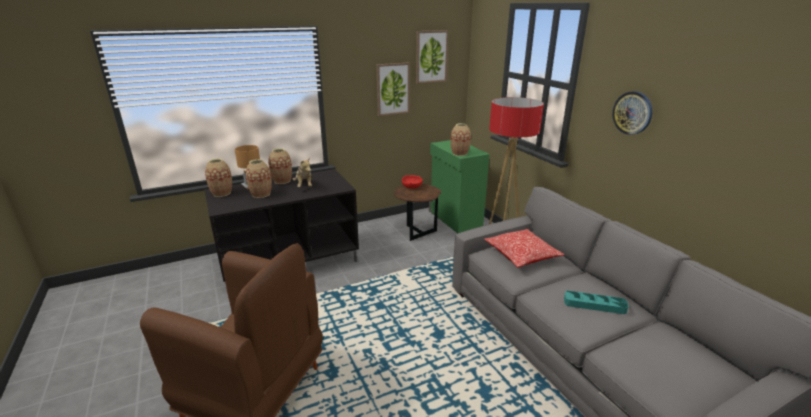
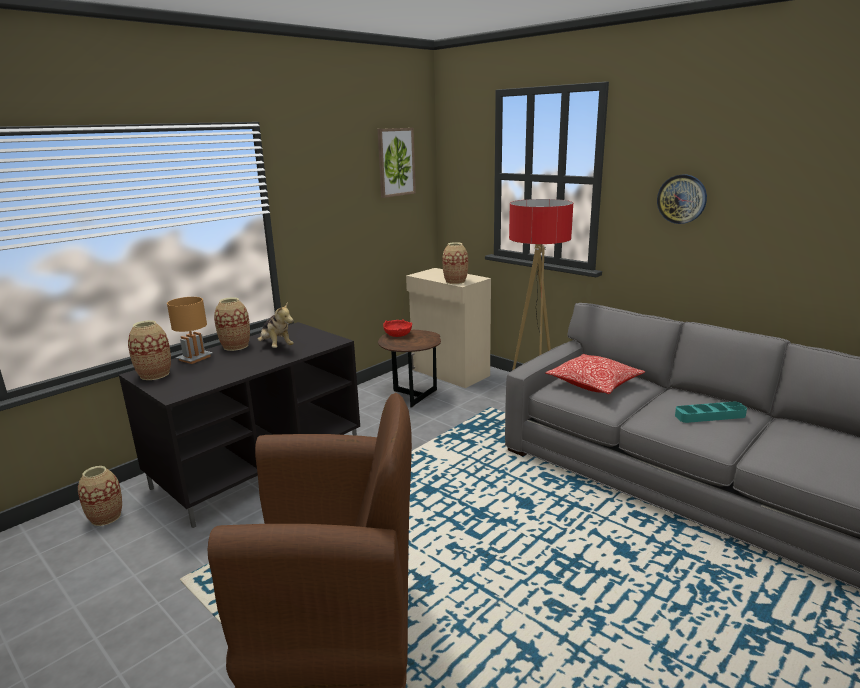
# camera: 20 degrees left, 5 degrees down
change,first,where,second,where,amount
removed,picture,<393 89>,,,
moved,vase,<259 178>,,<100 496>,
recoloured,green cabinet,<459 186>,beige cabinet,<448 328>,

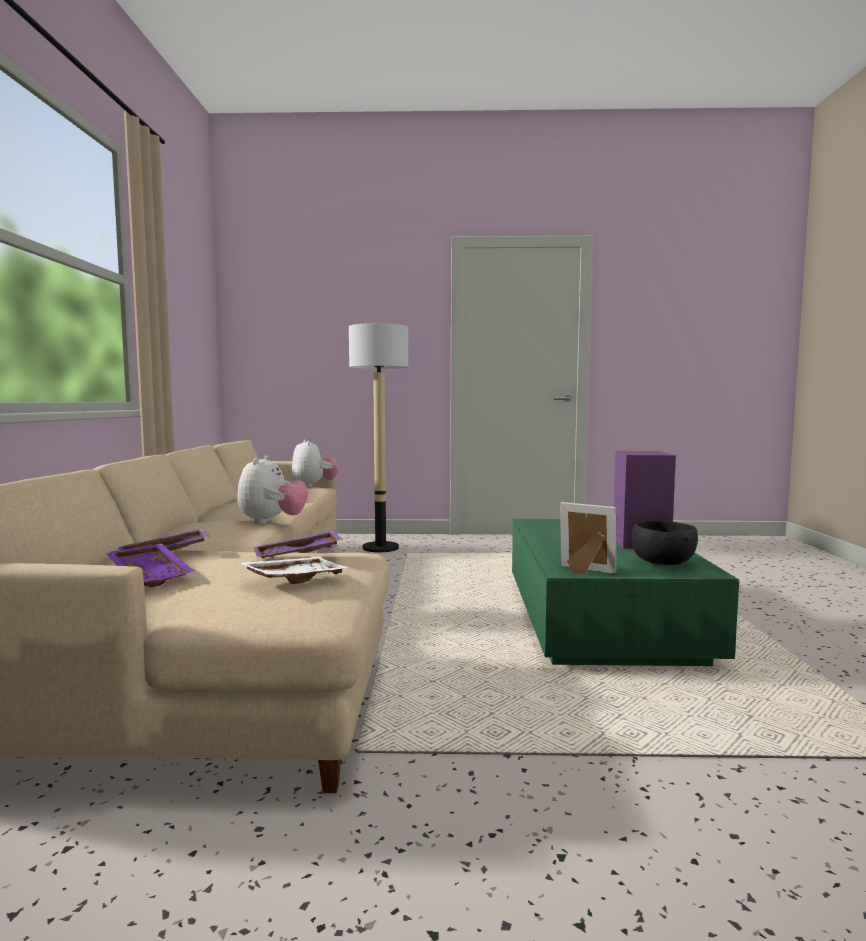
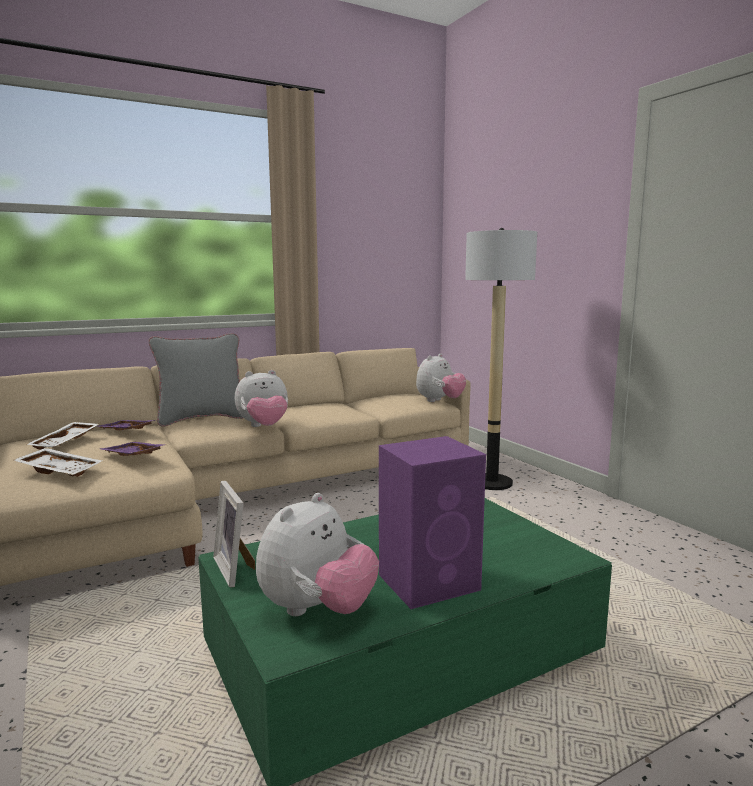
# camera: 60 degrees right, 5 degrees up
change,first,where,second,where,amount
added,,,grey pillow,<196 380>,
replaced,black bowl,<664 543>,plush toy,<317 554>,
recoloured,purple tray,<150 565>,white tray,<62 436>,
turned,picture frame,<588 538>,,<234 534>,150 degrees clockwise

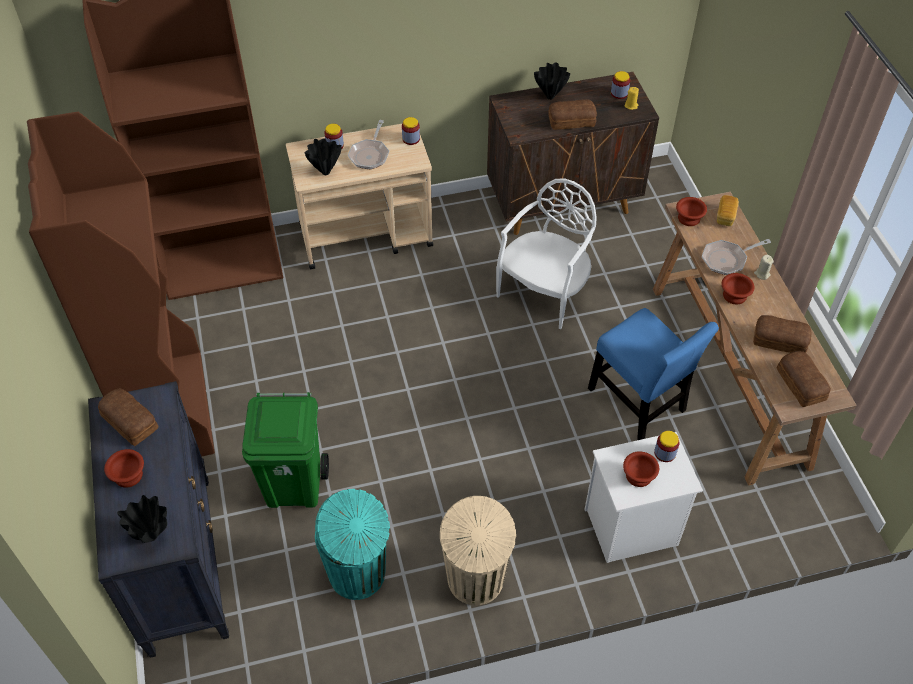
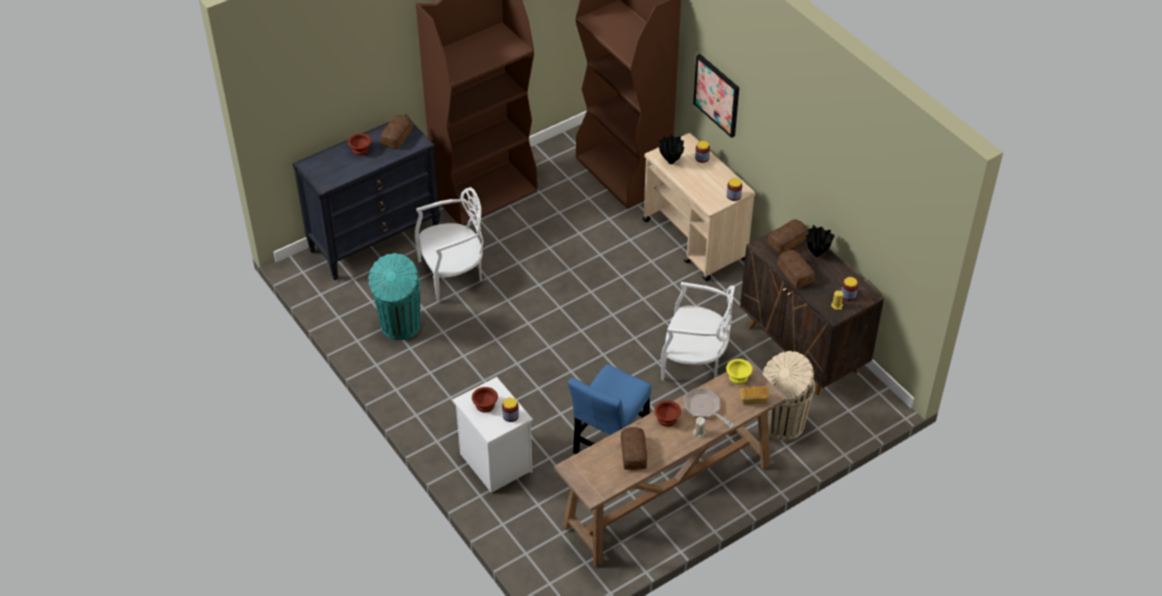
# camera: 70 degrees right, 5 degrees down
change,first,where,second,where,amount
removed,black vase,<142 519>,,,
removed,frying pan,<368 145>,,,
added,,,picture,<716 96>,
moved,beige trash can,<478 550>,,<788 396>,
moved,bread,<804 379>,,<787 236>,
replaced,green trash can,<285 450>,white chair,<449 245>,
recoloured,brown bowl,<691 211>,yellow bowl,<739 371>,

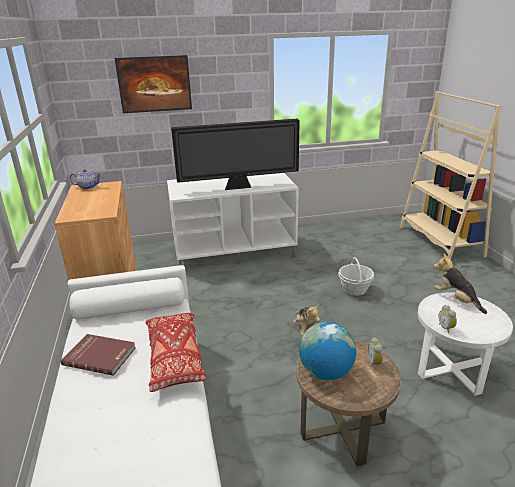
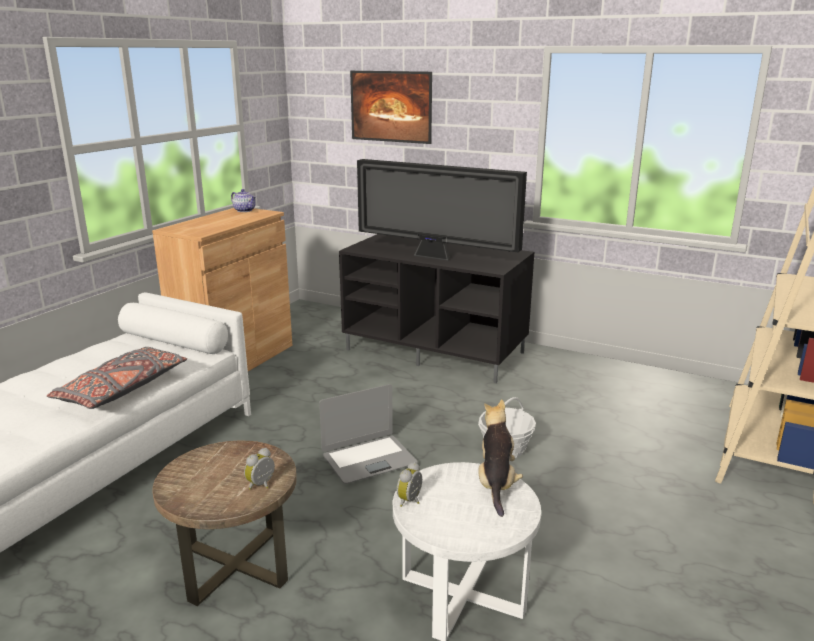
# camera: 40 degrees right, 5 degrees down
change,first,where,second,where,amount
removed,red book,<98 355>,,,
removed,globe,<327 351>,,,
replaced,plush toy,<306 320>,laptop,<368 434>,
recoloured,red pillow,<176 352>,grey pillow,<117 378>,
recoloured,white tv stand,<233 219>,black tv stand,<436 308>,

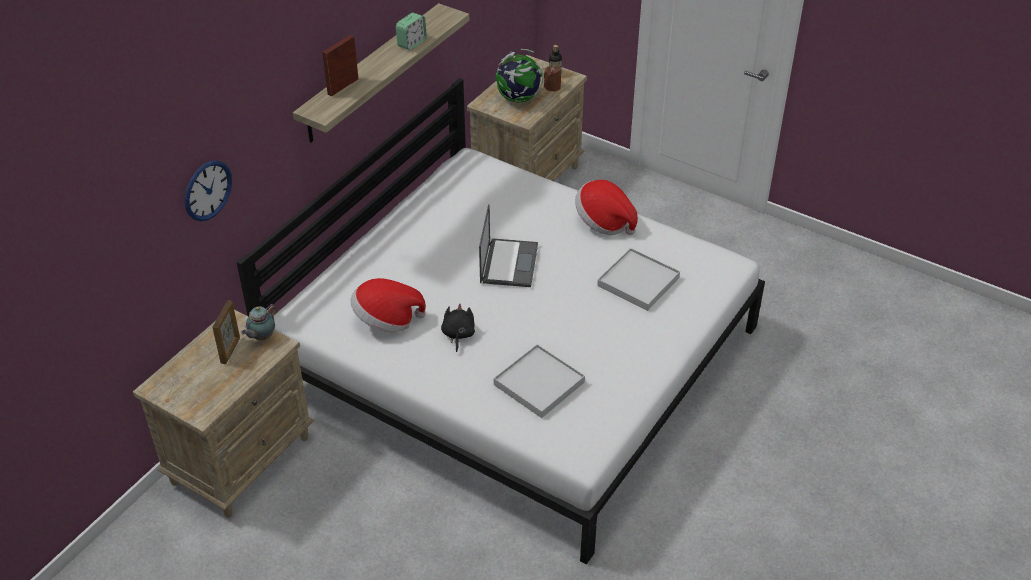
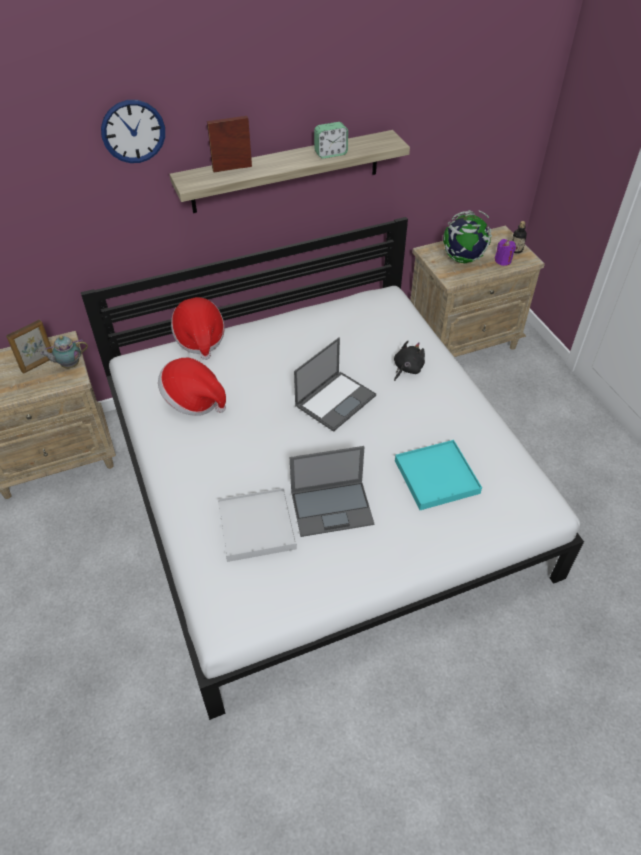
# camera: 35 degrees right, 5 degrees up
change,first,where,second,where,amount
added,,,laptop,<332 491>,
moved,wall clock,<208 191>,,<133 131>,
moved,black plush toy,<458 328>,,<409 361>,
moved,hat,<606 207>,,<198 328>,
recoloured,brown candle,<553 79>,purple candle,<505 252>,
recoloured,white tray,<638 279>,turquoise tray,<438 475>,

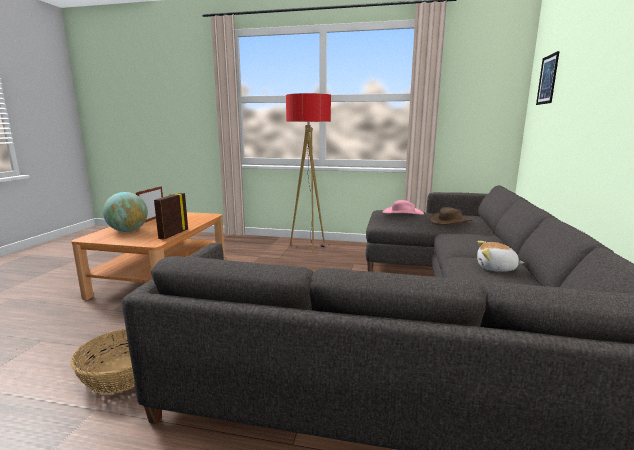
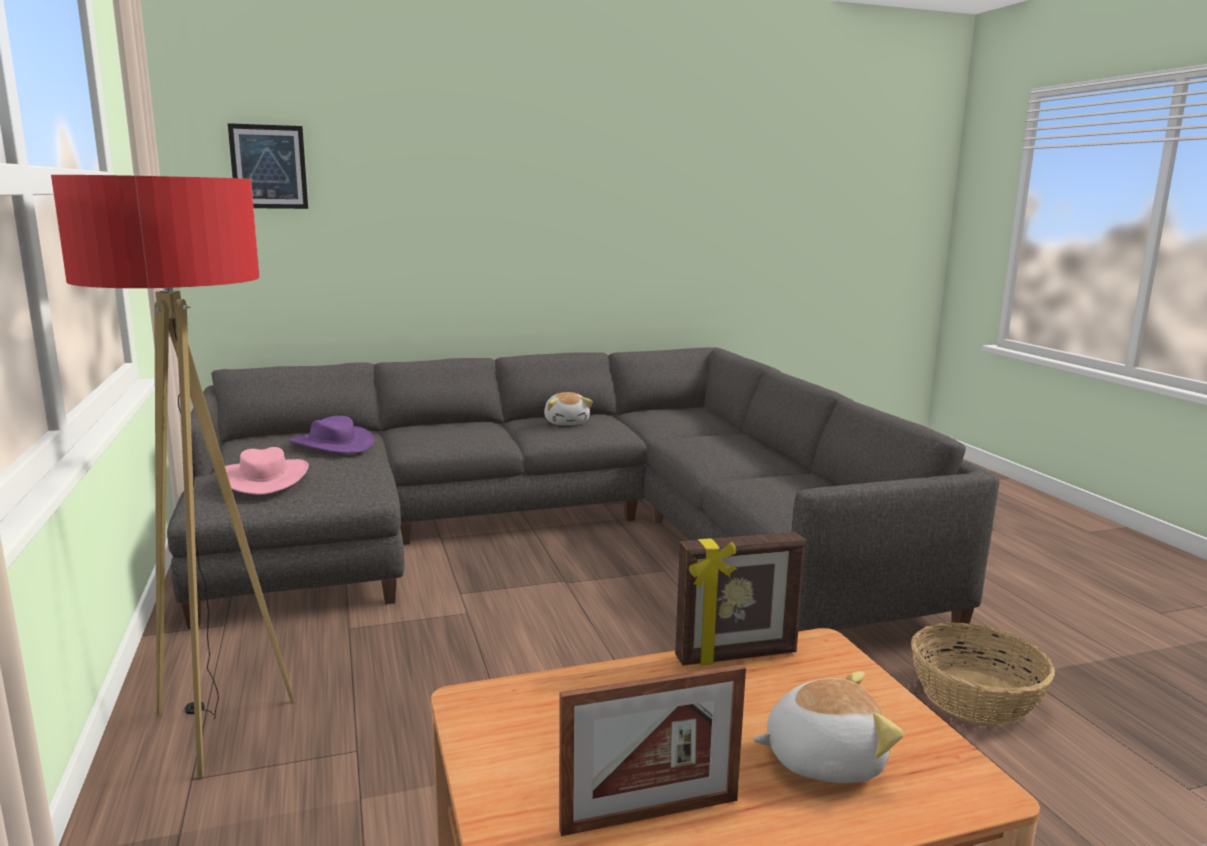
# camera: 120 degrees left, 0 degrees up
change,first,where,second,where,amount
replaced,globe,<125 212>,plush toy,<828 727>,
recoloured,brown hat,<450 216>,purple hat,<331 434>,

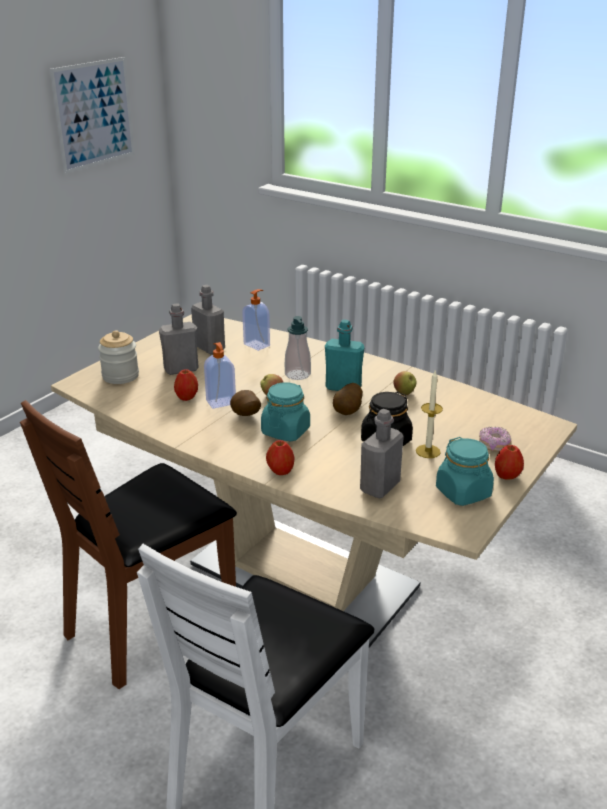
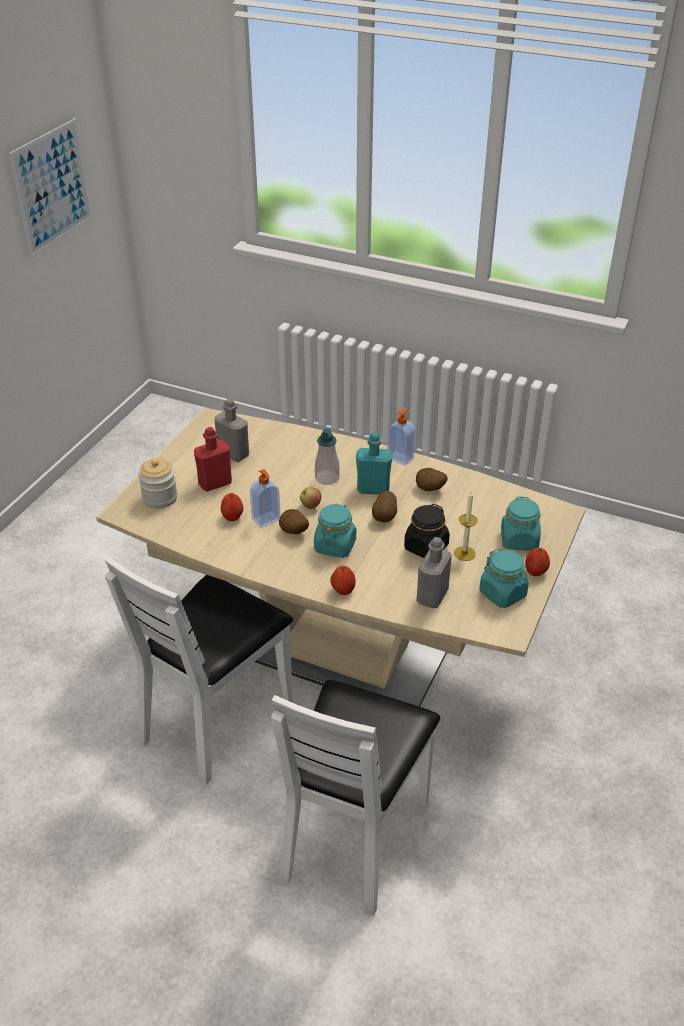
# camera: 10 degrees left, 10 degrees up
change,first,where,second,where,amount
moved,soap dispenser,<256 320>,,<401 437>,
replaced,apple,<405 383>,potato,<432 479>,
replaced,donut,<495 439>,turquoise jar,<521 523>,
recoloured,brown chair,<128 544>,white chair,<199 671>,
recoloured,grey bottle,<179 339>,red bottle,<213 459>,

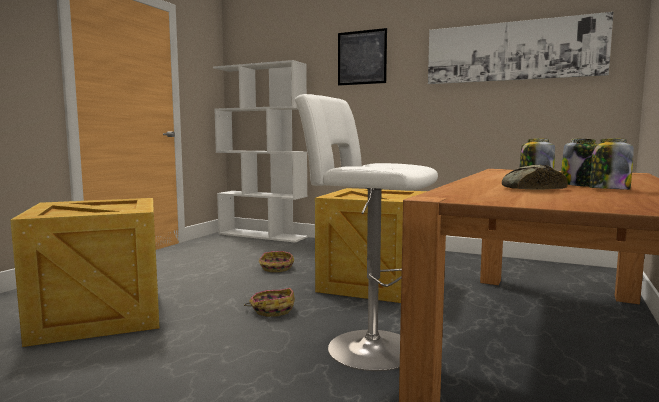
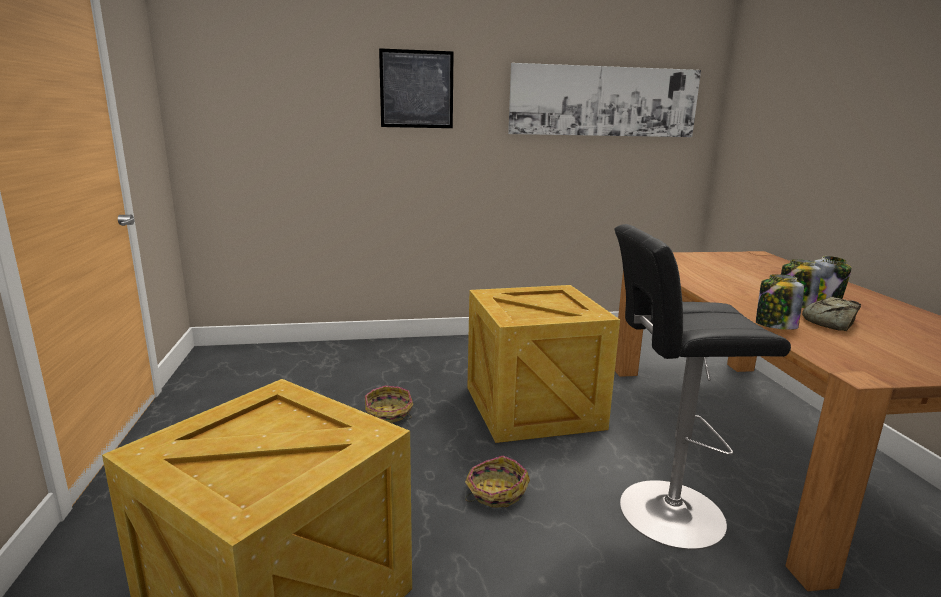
# camera: 35 degrees left, 10 degrees up
change,first,where,second,where,amount
removed,white bookcase,<260 151>,,,
moved,jar,<611 164>,,<780 302>,
recoloured,white stool,<366 232>,black stool,<702 387>,

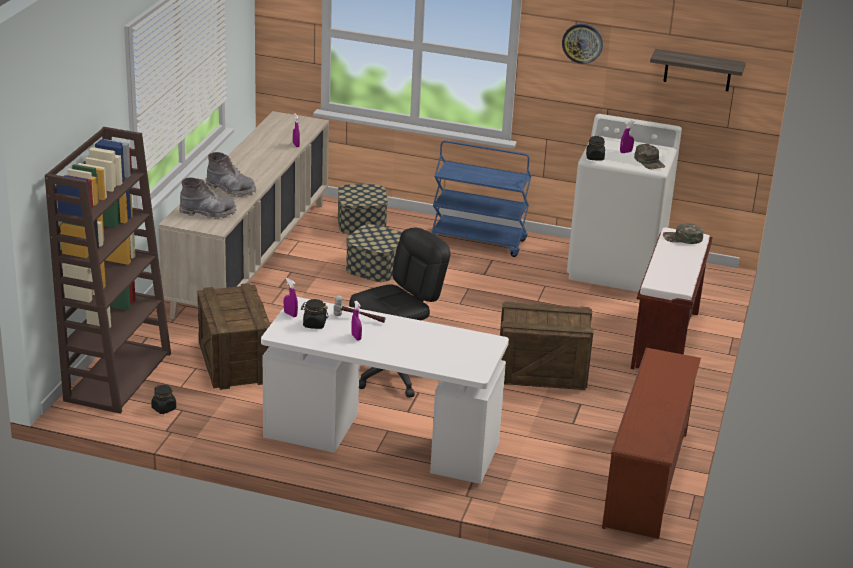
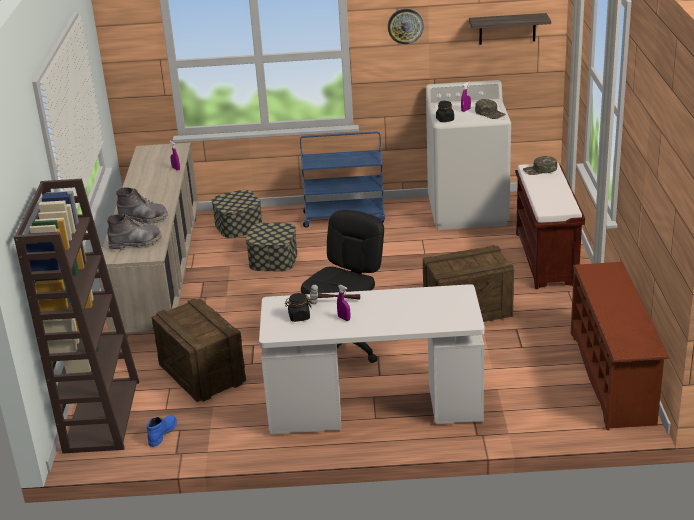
# camera: 15 degrees left, 0 degrees up
change,first,where,second,where,amount
removed,purple spray bottle,<291 297>,,,
replaced,black jar,<163 399>,blue boot,<162 431>,

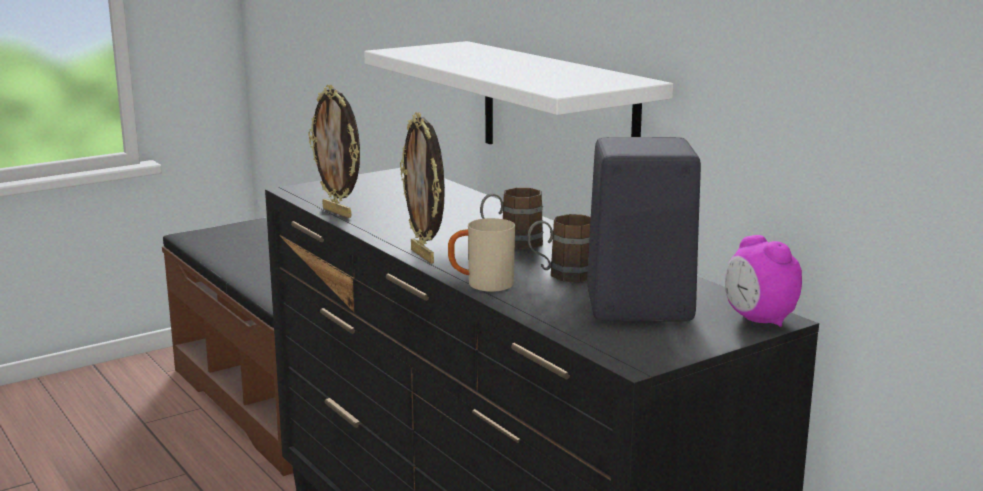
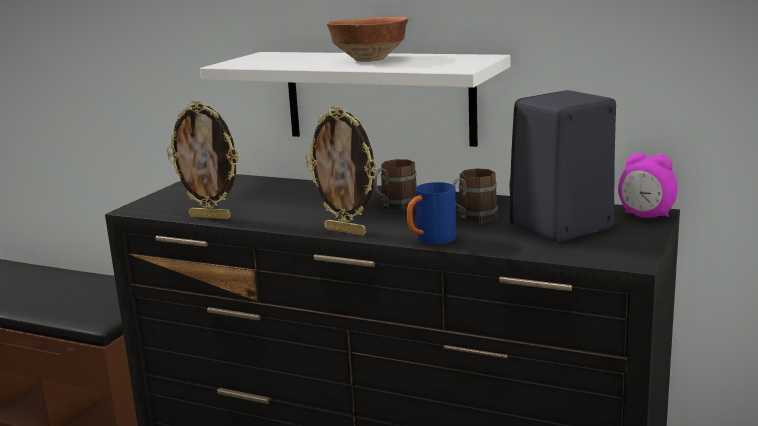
# camera: 30 degrees left, 0 degrees up
change,first,where,second,where,amount
added,,,bowl,<367 39>,
recoloured,beige mug,<481 255>,blue mug,<431 213>,

